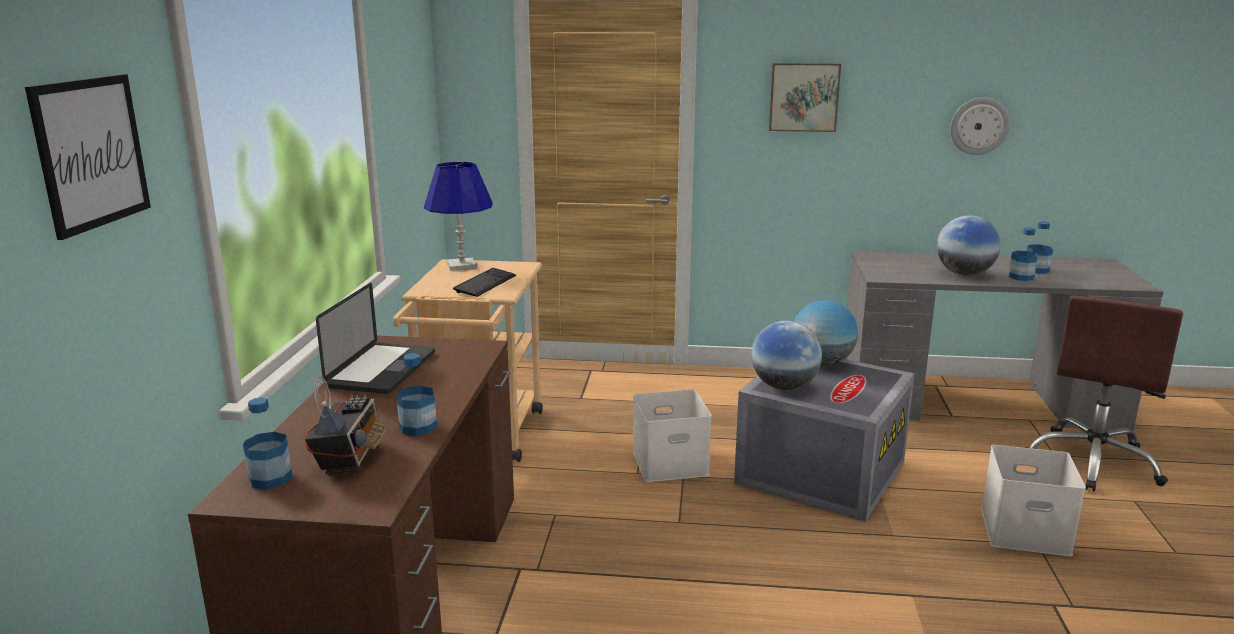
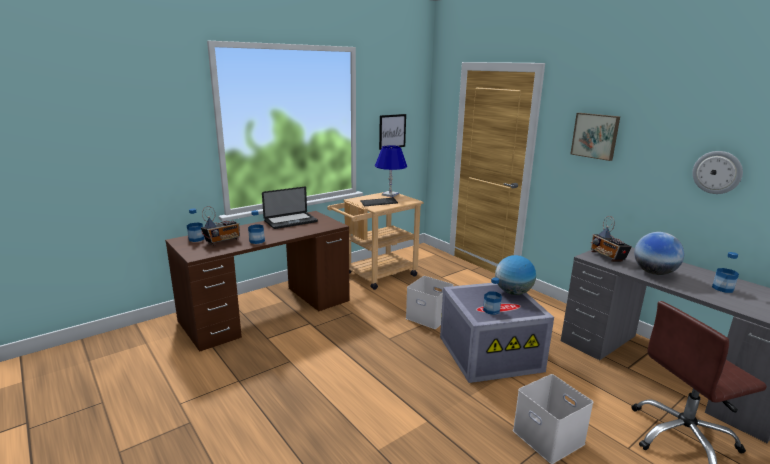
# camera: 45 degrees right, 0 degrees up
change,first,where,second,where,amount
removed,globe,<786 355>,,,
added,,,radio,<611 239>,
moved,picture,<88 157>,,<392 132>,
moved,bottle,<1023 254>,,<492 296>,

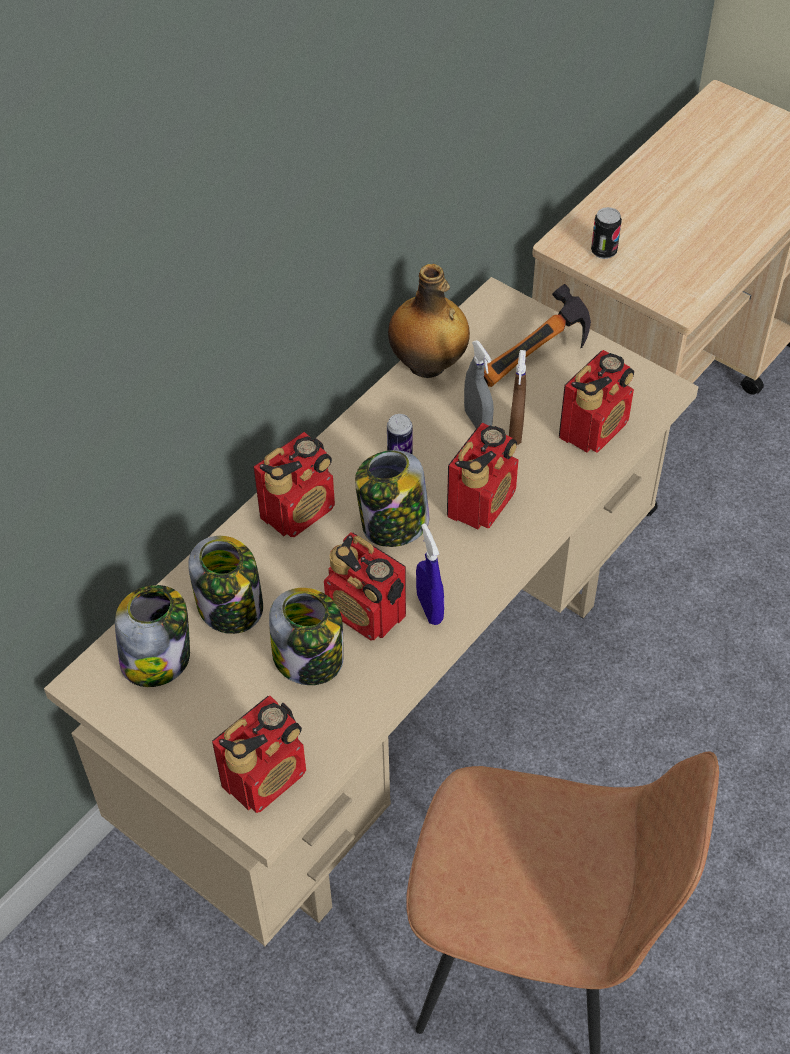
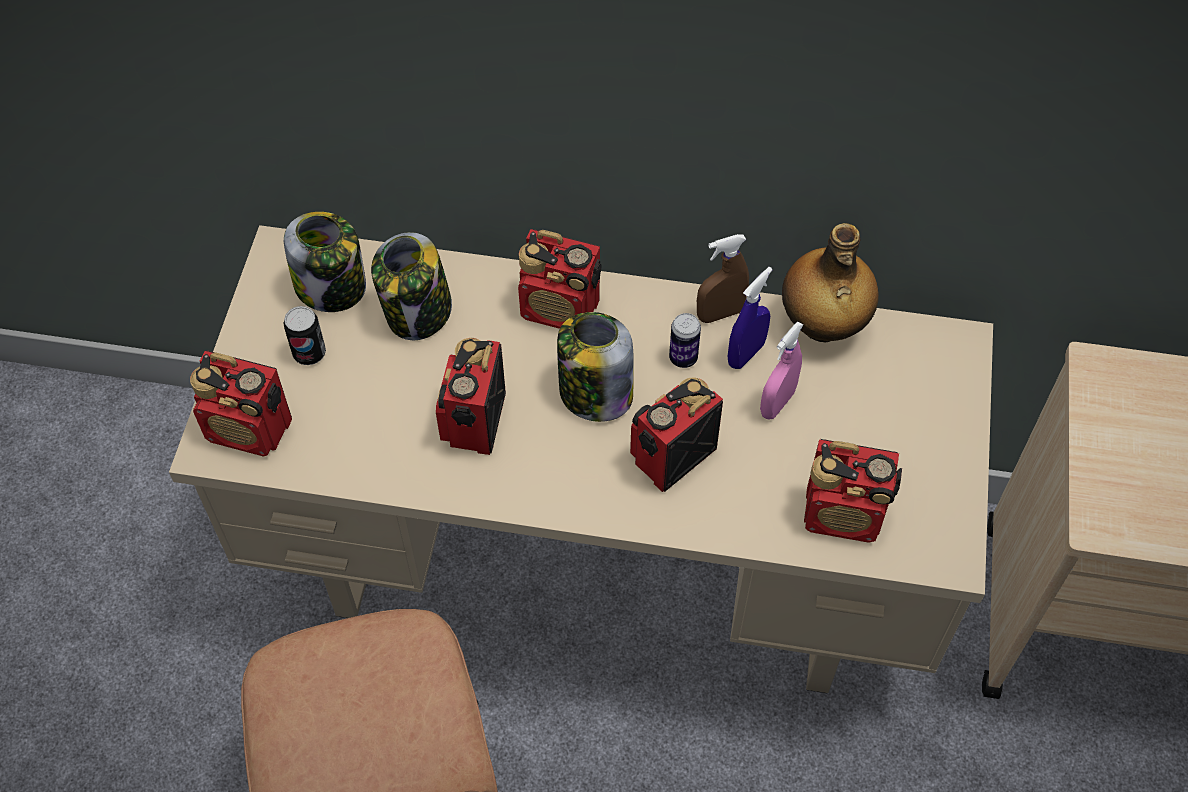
# camera: 60 degrees right, 5 degrees up
change,first,where,second,where,amount
removed,jar,<306 636>,,,
removed,hammer,<537 335>,,,
moved,blue spray bottle,<430 574>,,<750 318>,
moved,brown spray bottle,<517 397>,,<723 278>,
moved,can,<606 233>,,<304 335>,
recoloured,grey spray bottle,<479 384>,pink spray bottle,<781 370>,
turned,radio,<482 476>,,<676 435>,135 degrees clockwise

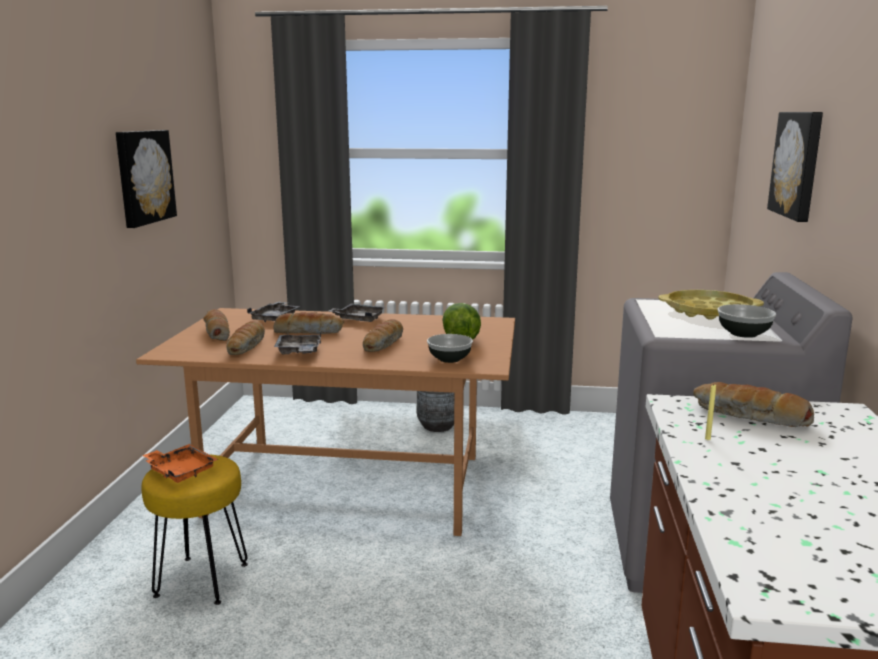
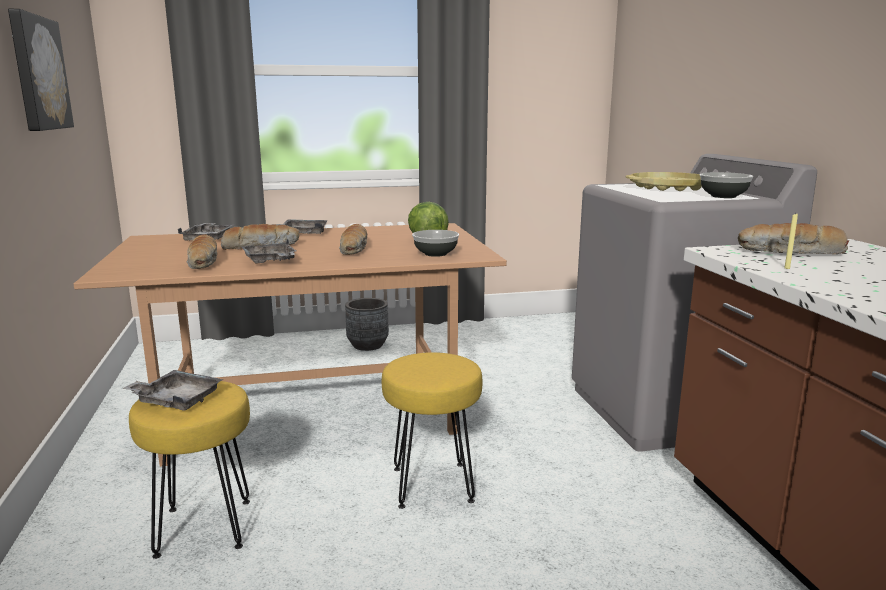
# camera: 20 degrees left, 0 degrees up
change,first,where,second,where,amount
removed,bread,<216 325>,,,
removed,picture,<795 167>,,,
added,,,yellow stool,<432 430>,
recoloured,orange tray,<180 463>,grey tray,<173 390>,

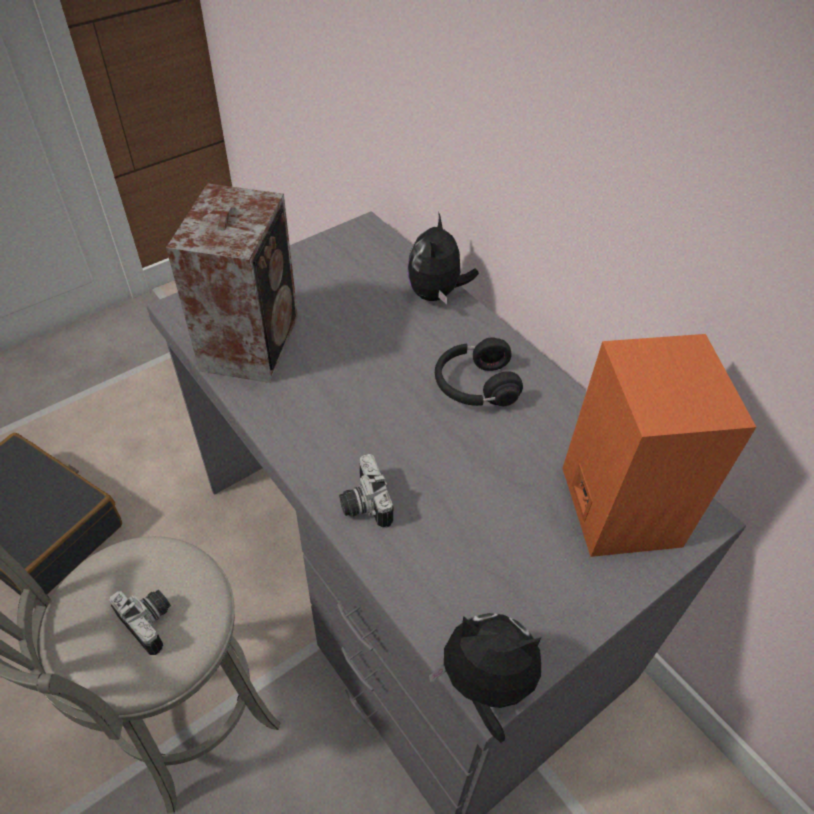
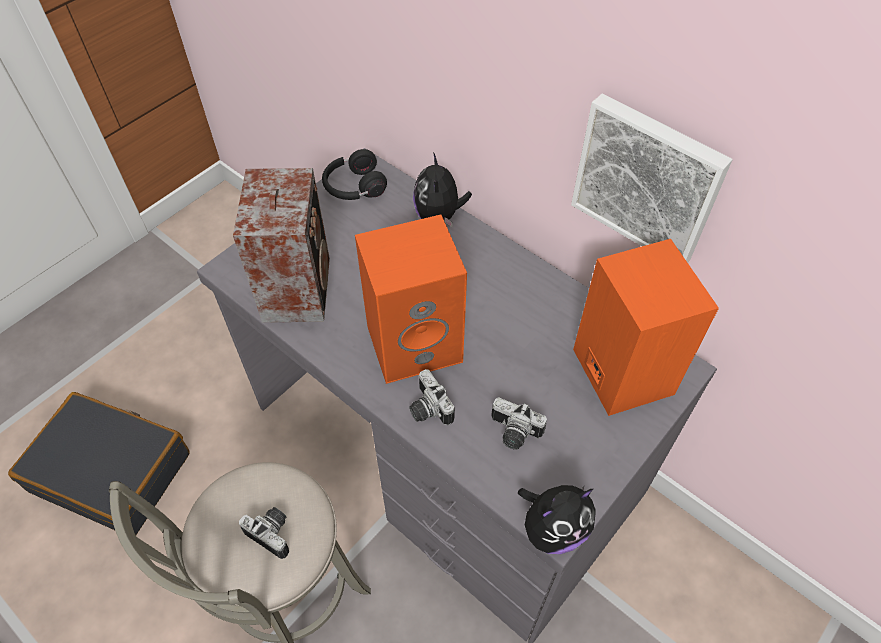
# camera: 10 degrees left, 5 degrees up
change,first,where,second,where,amount
added,,,orange speaker,<411 299>,
added,,,photo camera,<519 423>,
added,,,picture,<652 178>,
moved,black headphones,<479 371>,,<354 174>,
turned,plush toy,<485 678>,,<557 519>,150 degrees clockwise

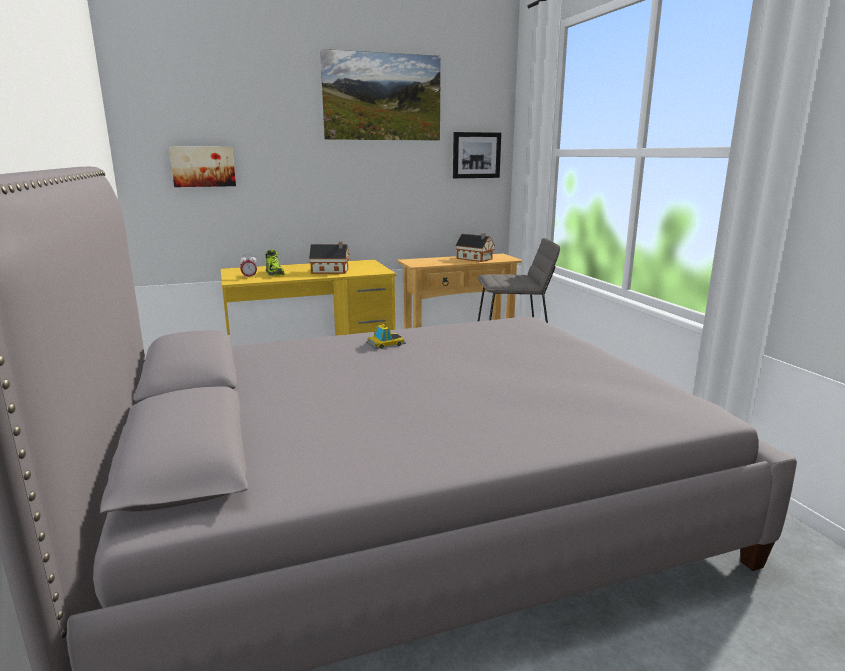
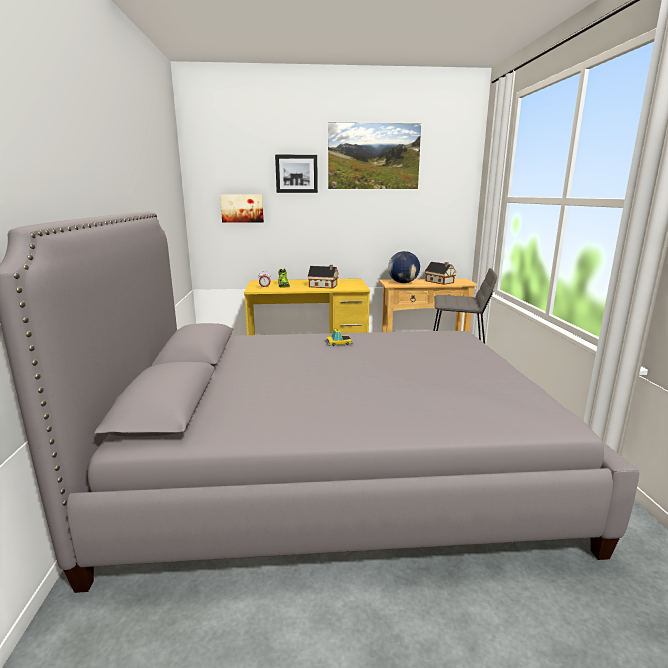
# camera: 15 degrees right, 0 degrees up
change,first,where,second,where,amount
added,,,globe,<404 267>,
moved,picture,<477 155>,,<296 174>,

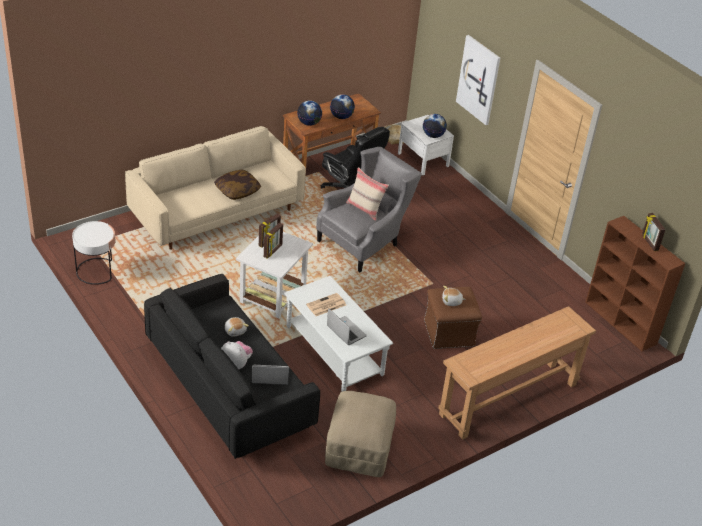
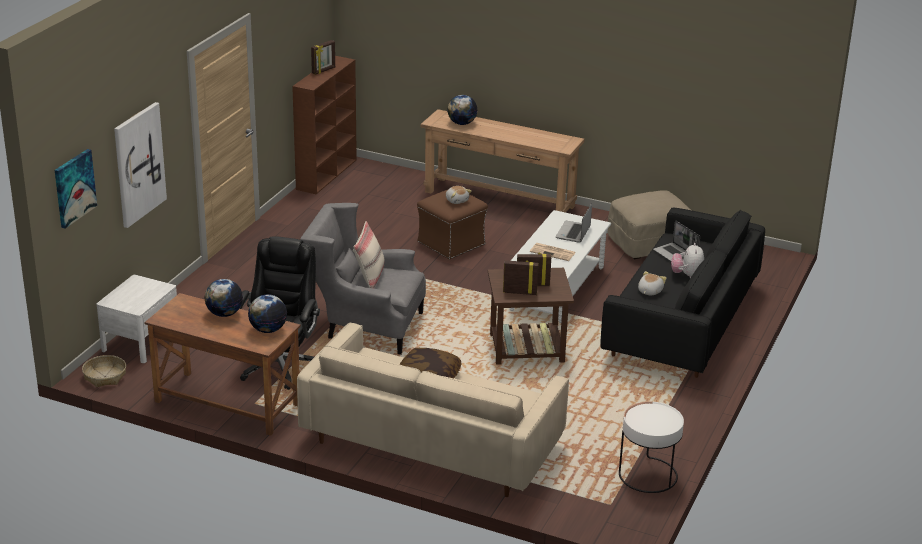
# camera: 120 degrees left, 10 degrees down
change,first,where,second,where,amount
added,,,picture,<76 189>,
moved,globe,<435 126>,,<462 110>,
recoloured,white side table,<274 275>,brown side table,<531 316>,

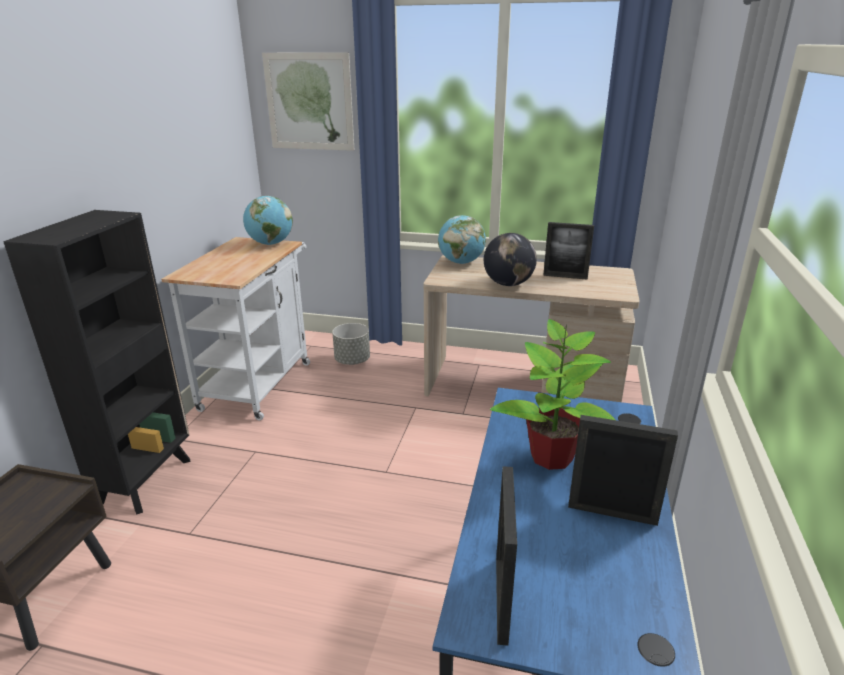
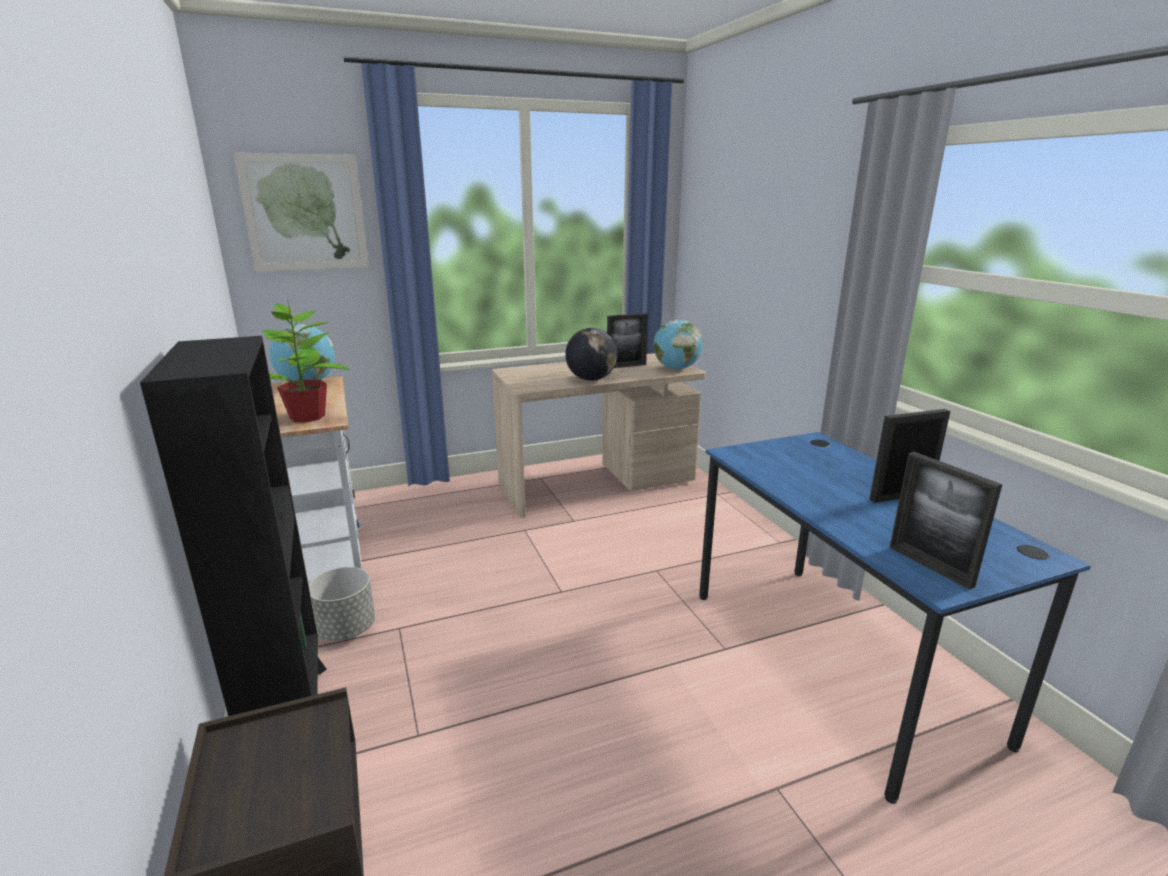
# camera: 35 degrees left, 5 degrees down
change,first,where,second,where,amount
moved,grey planter,<351 344>,,<342 604>,
moved,globe,<462 239>,,<678 345>,
moved,potted plant,<552 394>,,<305 361>,

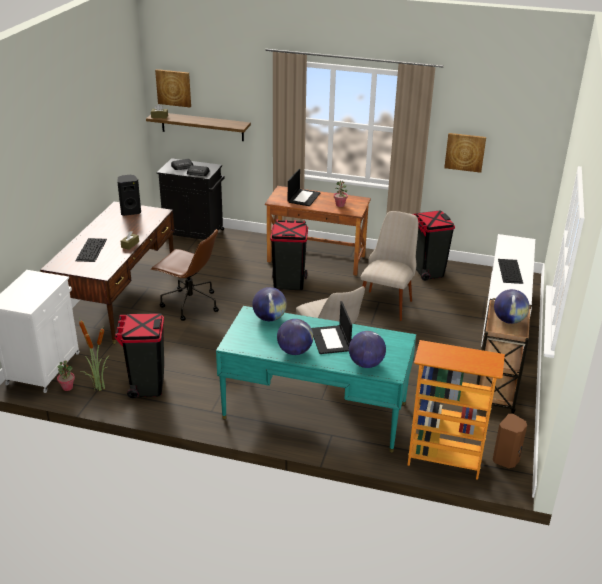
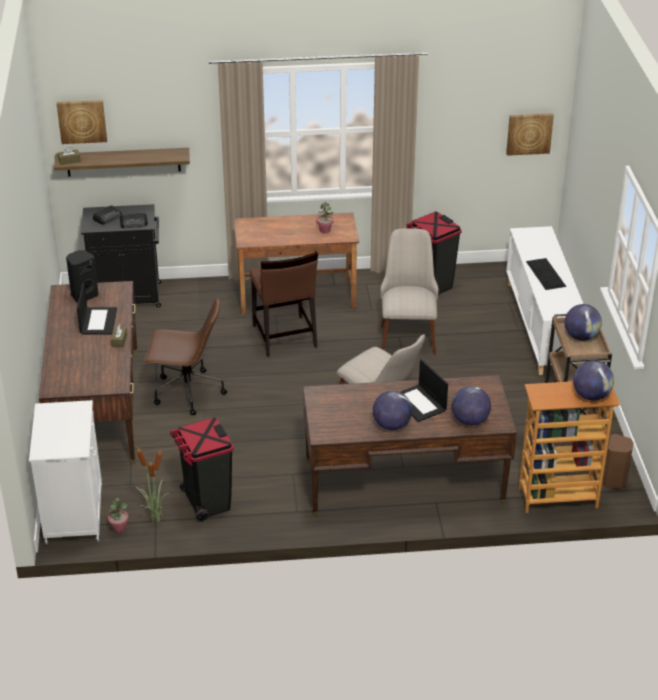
# camera: 20 degrees left, 5 degrees up
change,first,where,second,where,amount
removed,keyboard,<91 250>,,,
moved,globe,<269 304>,,<593 380>,
moved,laptop,<304 187>,,<97 309>,
moved,picture,<465 153>,,<530 134>,
replaced,black trash can,<289 255>,brown chair,<284 304>,
recoloured,turquoise desk,<316 379>,brown desk,<410 445>,

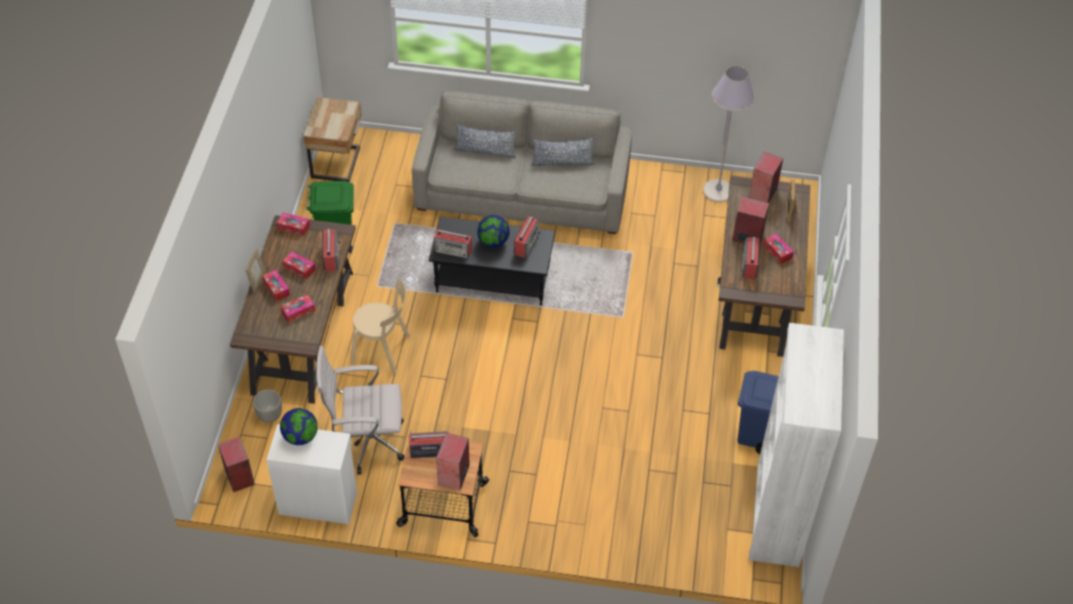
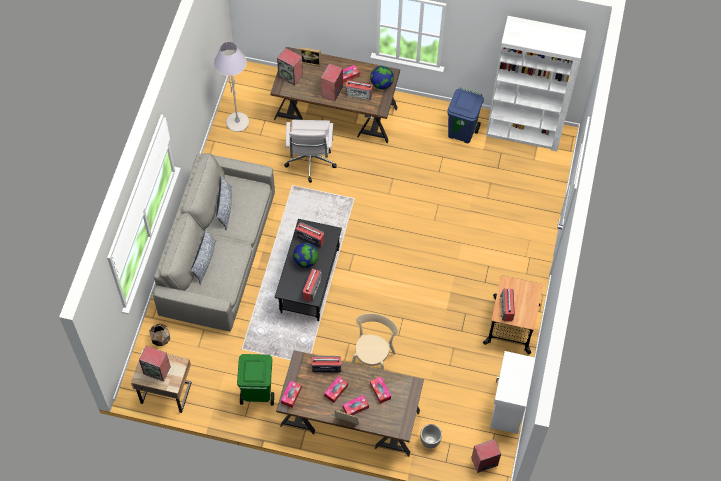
# camera: 85 degrees left, 10 degrees up
change,first,where,second,where,amount
added,,,brown planter,<159 335>,
moved,globe,<299 426>,,<382 78>,
moved,white office chair,<360 409>,,<310 151>,
moved,speaker,<453 461>,,<155 364>,

